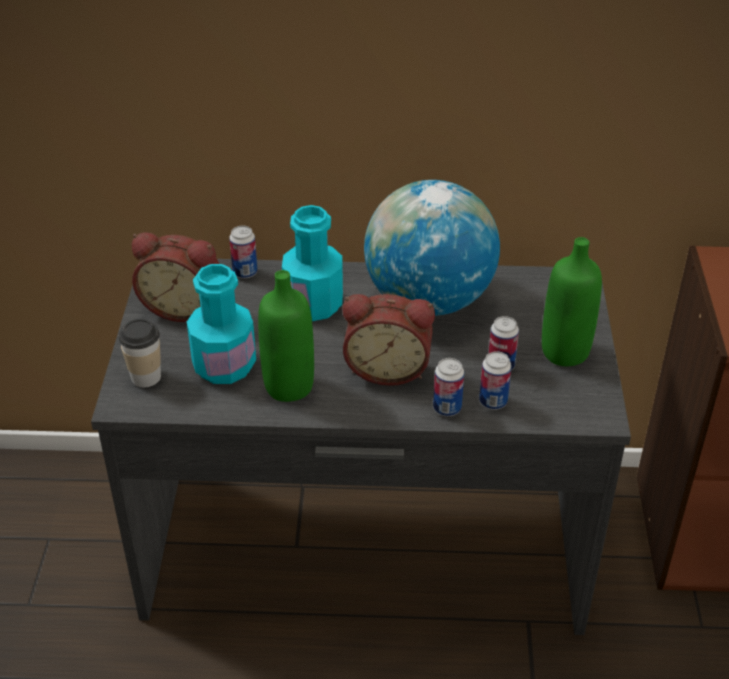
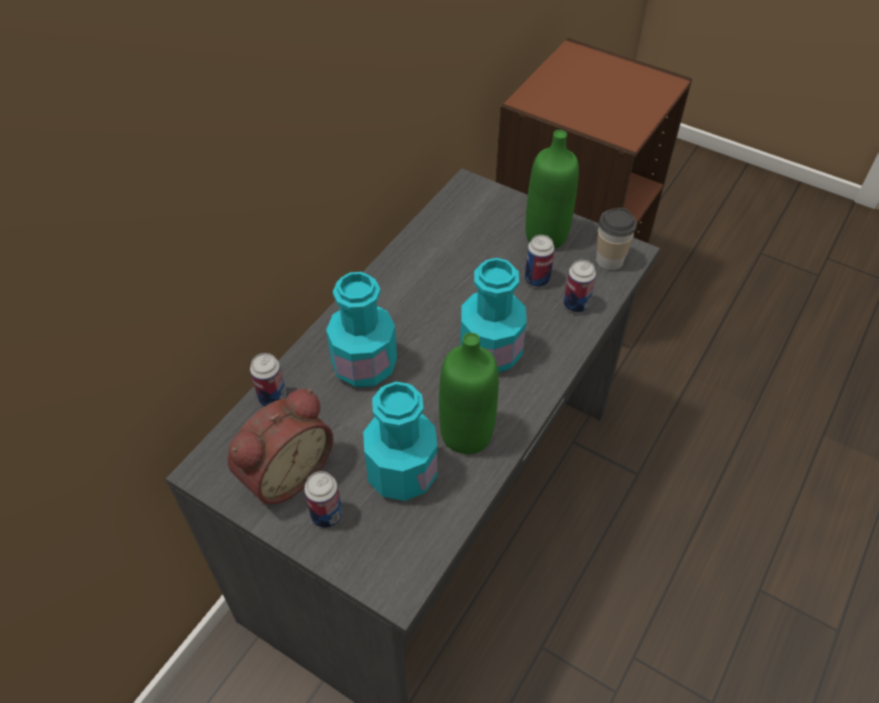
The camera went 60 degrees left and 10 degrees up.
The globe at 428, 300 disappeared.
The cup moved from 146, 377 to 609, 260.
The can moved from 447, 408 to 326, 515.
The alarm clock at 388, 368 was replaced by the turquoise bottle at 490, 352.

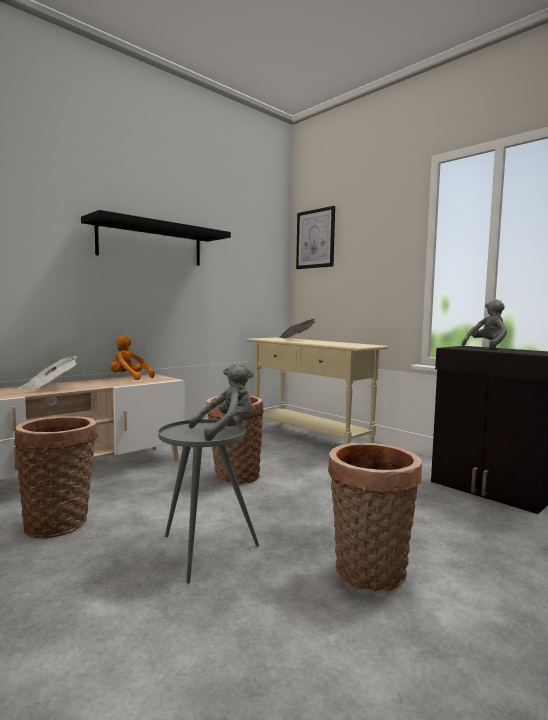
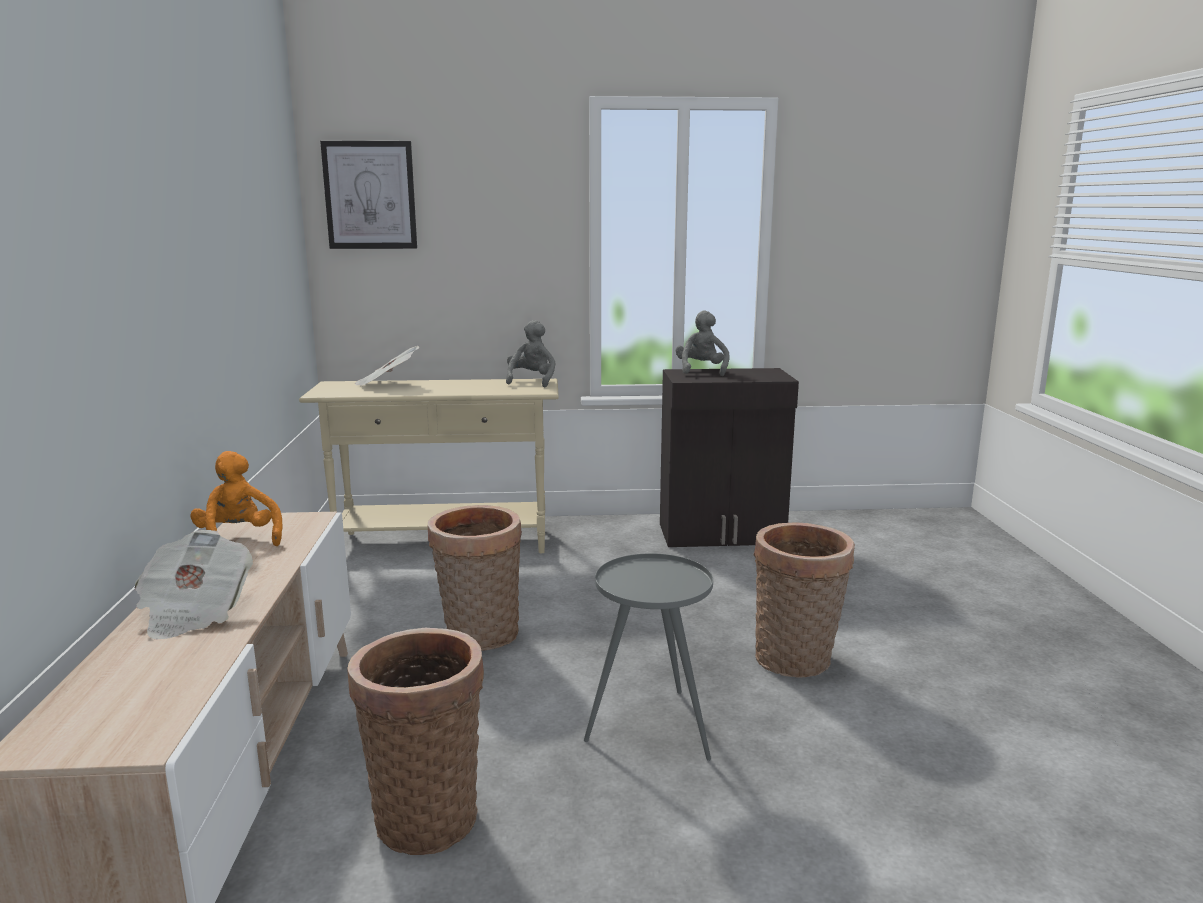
The camera went 50 degrees left and 10 degrees up.
The black shelf at 151, 244 disappeared.
The grey plush toy moved from 226, 431 to 531, 381.
The orange plush toy at 129, 378 turned 90 degrees clockwise.

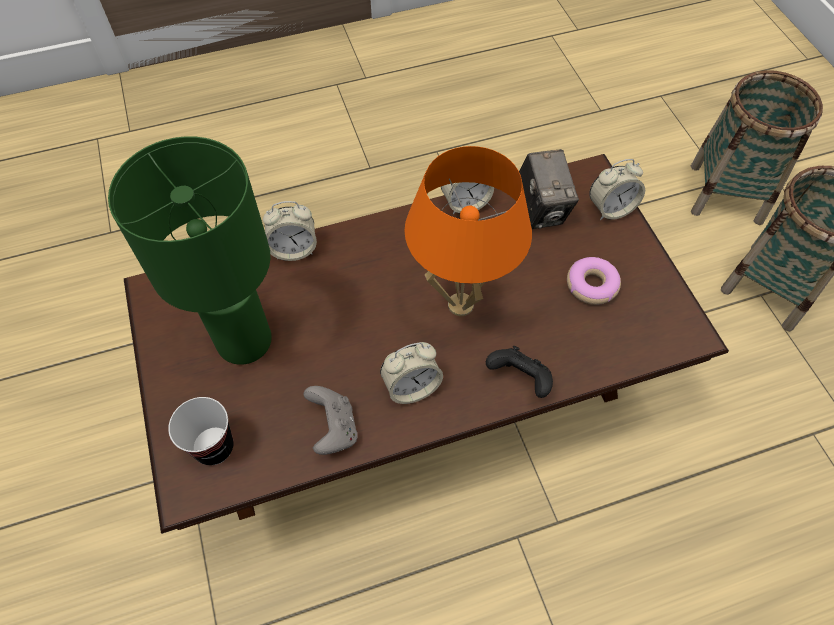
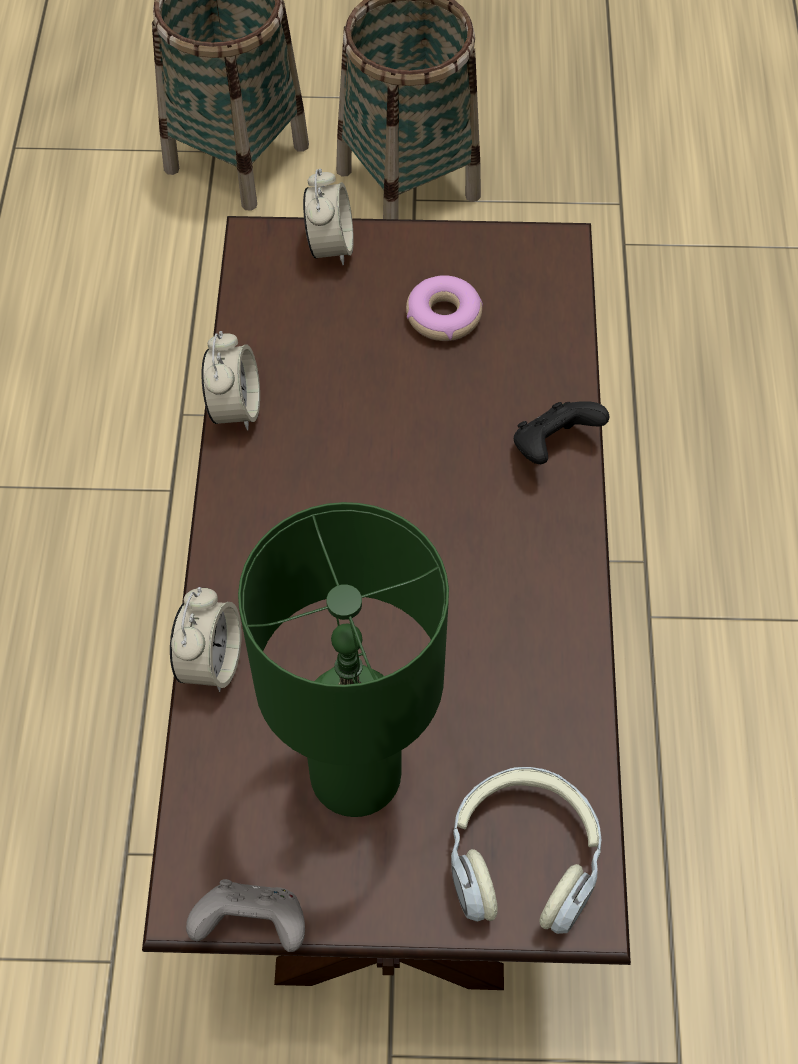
The camera went 70 degrees left and 0 degrees up.
The alarm clock at 411, 387 disappeared.
The orange table lamp at 460, 305 disappeared.
The photo camera at 540, 210 disappeared.
The grey game controller moved from 333, 429 to 253, 925.
The cup at 214, 447 was replaced by the headphones at 523, 857.

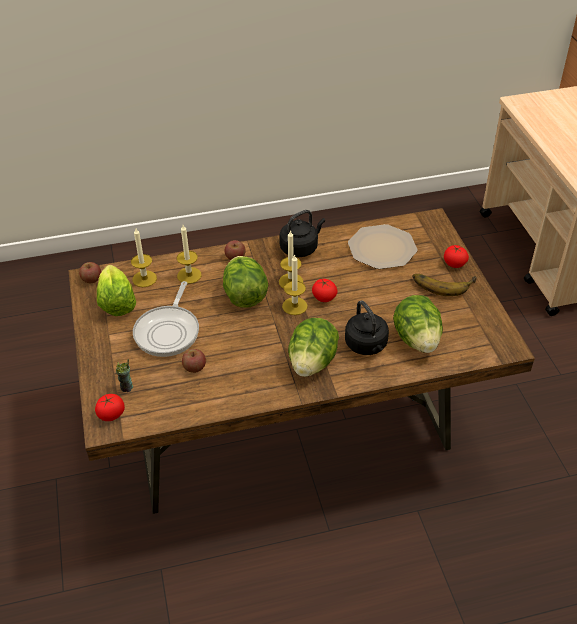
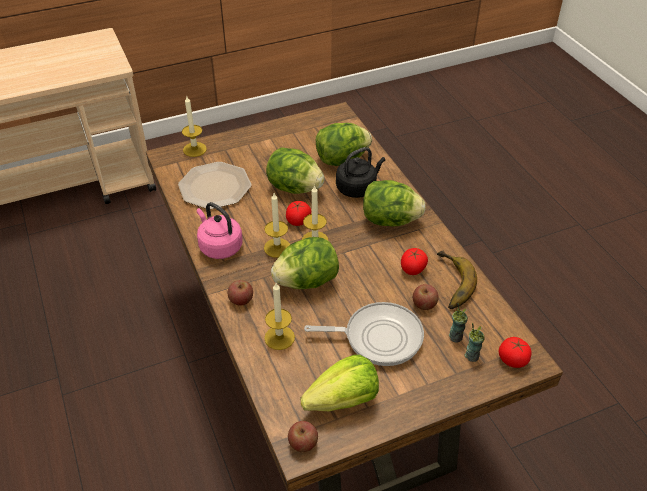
The camera went 100 degrees left and 0 degrees up.
The lettuce at 294, 188 appeared.
The cup at 456, 337 appeared.
The candle moved from 144, 279 to 194, 149.
The banana moved from 442, 282 to 449, 283.
The tomato moved from 454, 264 to 413, 269.
The black kettle at 300, 248 became the pink kettle at 219, 246.

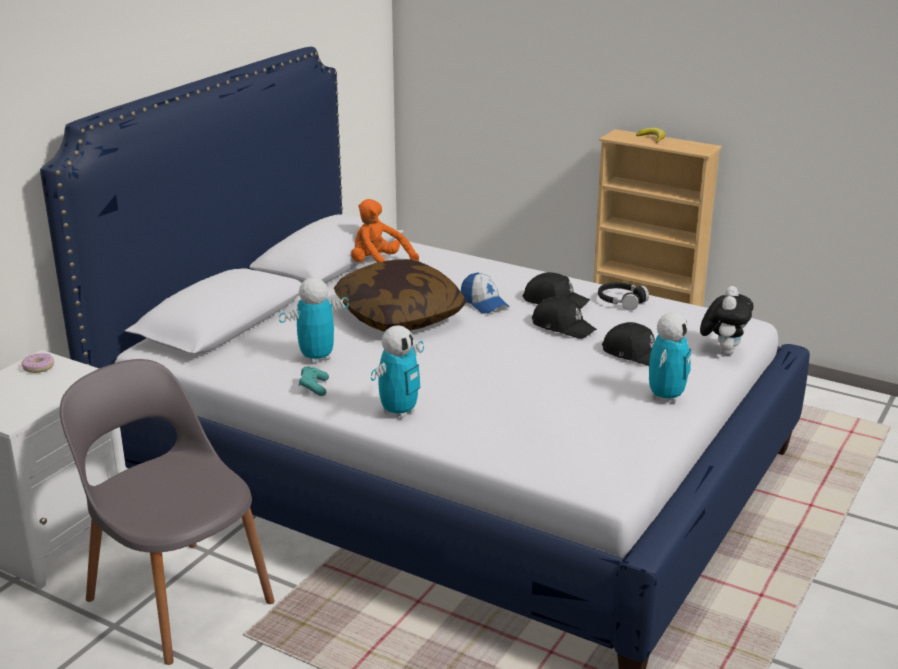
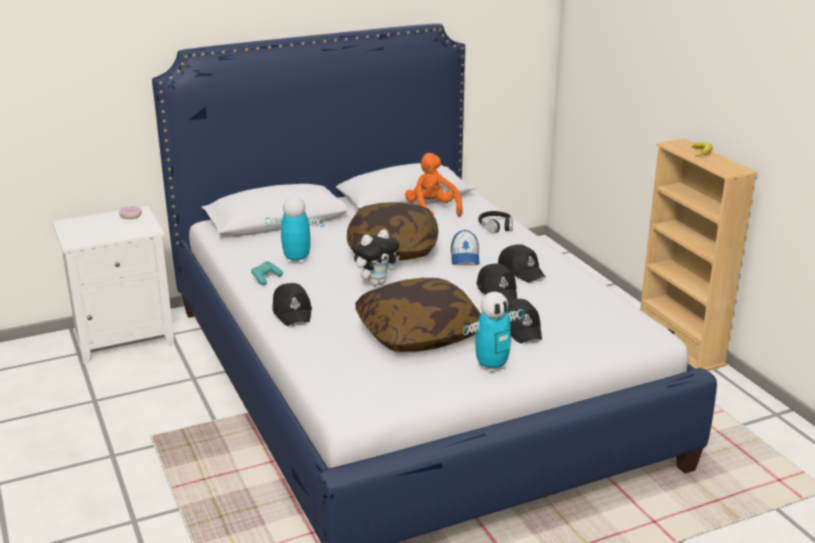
The camera went 35 degrees right and 0 degrees up.
The grey chair at 177, 597 disappeared.
The pillow at 419, 333 appeared.
The black headphones moved from 621, 301 to 496, 226.
The plush toy moved from 723, 351 to 376, 282.
The toy robot at 399, 412 was replaced by the black cap at 292, 311.

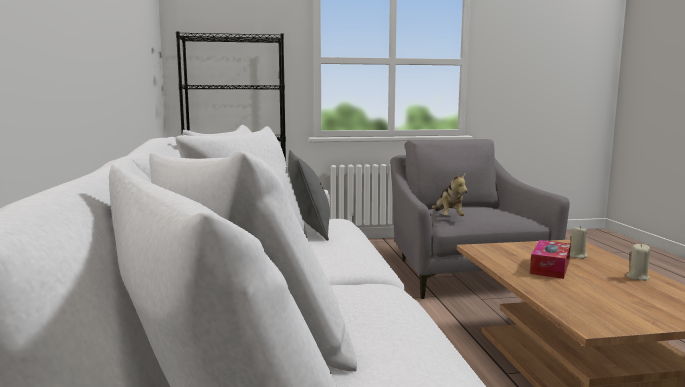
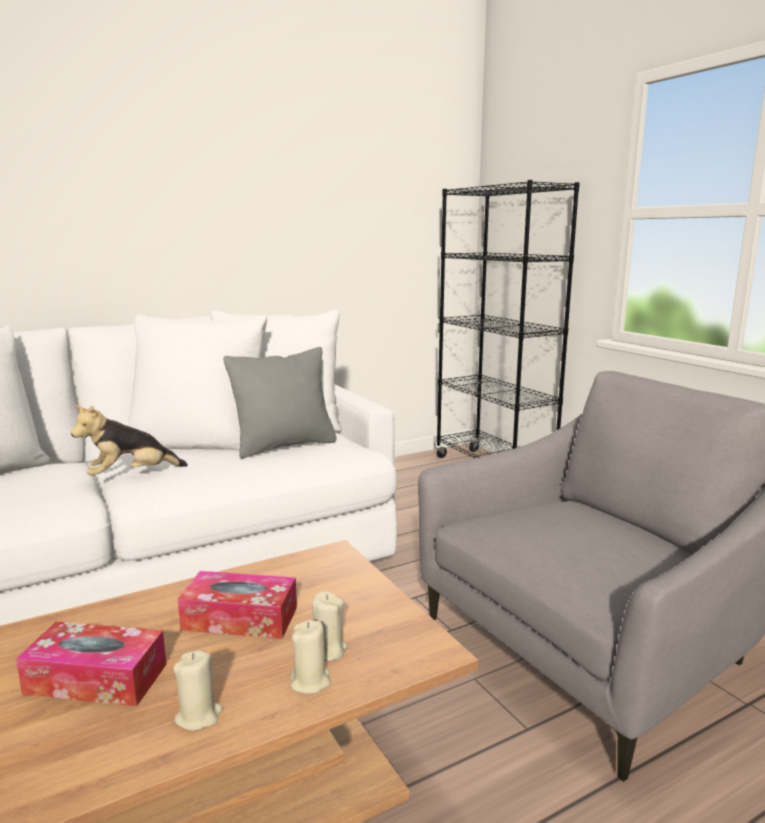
The camera went 70 degrees right and 5 degrees up.
The tissue box at 96, 679 appeared.
The beige candle at 310, 681 appeared.
The plush toy moved from 448, 217 to 131, 475.

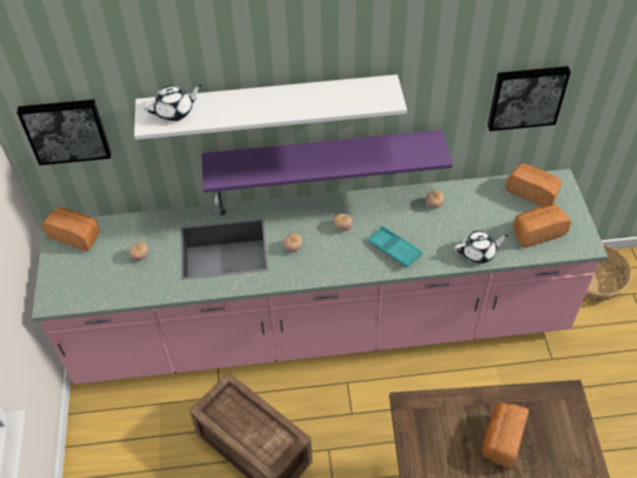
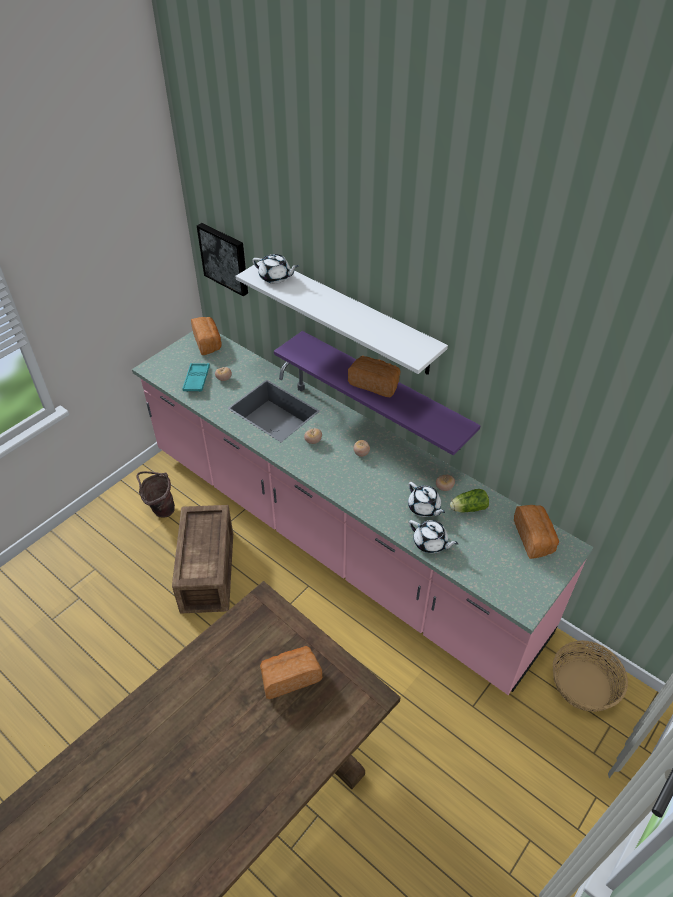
The camera went 45 degrees right and 5 degrees down.
The picture at 526, 96 disappeared.
The brown bucket at 160, 509 appeared.
The white teapot at 424, 508 appeared.
The lettuce at 467, 508 appeared.
The turquoise tray moved from 394, 249 to 196, 380.
The bread moved from 537, 232 to 375, 384.

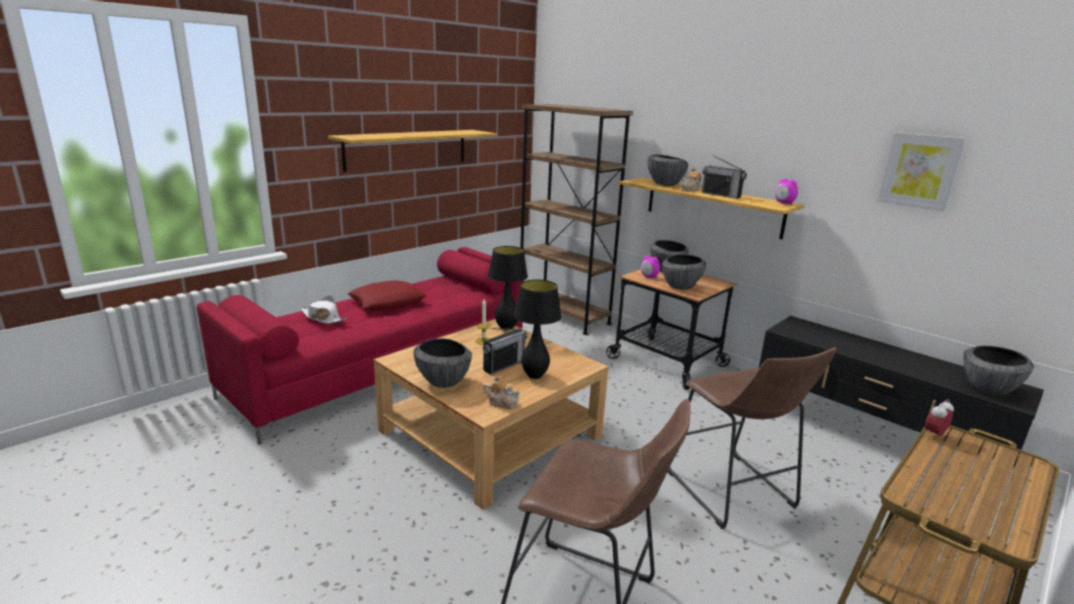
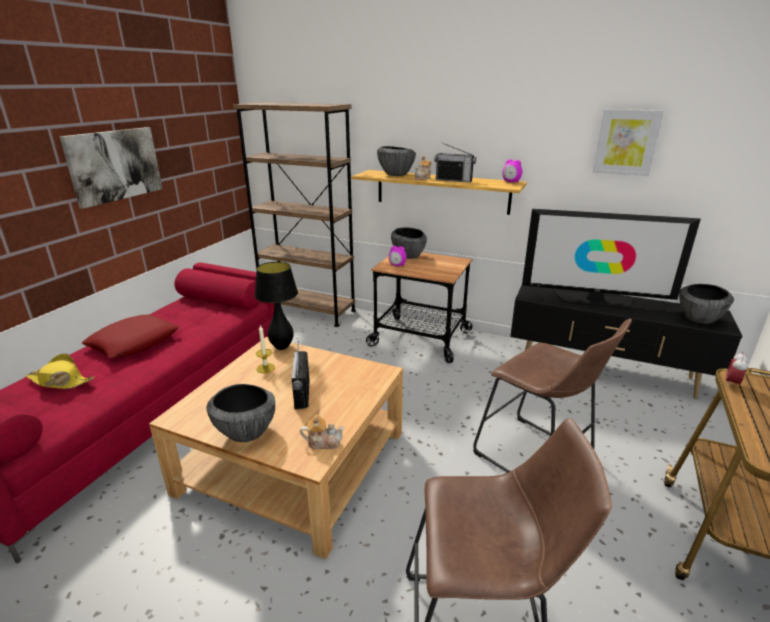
The camera went 20 degrees left and 5 degrees up.
The black table lamp at 534, 376 disappeared.
The bowl at 680, 287 disappeared.
The television at 594, 300 appeared.
The shelf at 407, 149 was replaced by the picture at 114, 165.
The white hat at 323, 318 became the yellow hat at 61, 381.
The radio at 504, 365 turned 150 degrees clockwise.

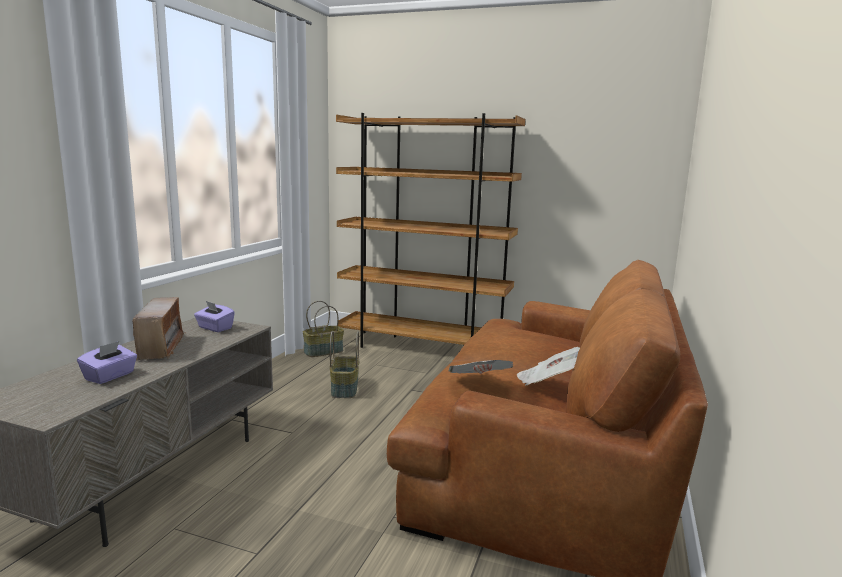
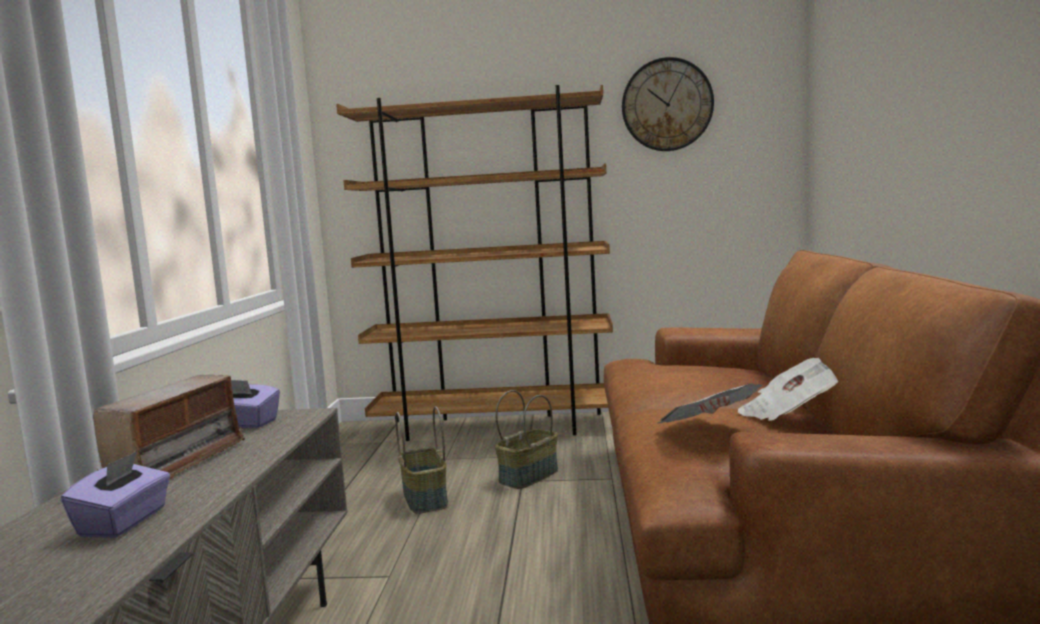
The camera went 15 degrees left and 5 degrees down.
The wall clock at 667, 105 appeared.
The basket moved from 323, 351 to 528, 476.
The radio at 160, 347 turned 45 degrees clockwise.

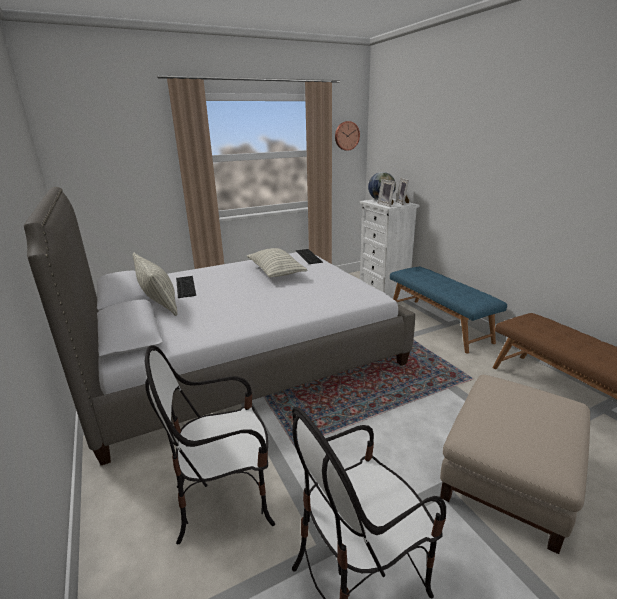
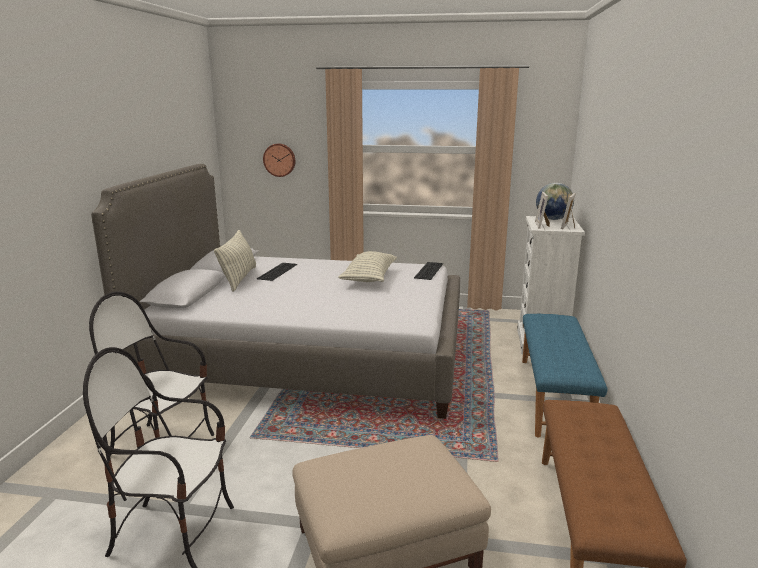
The camera went 35 degrees right and 5 degrees down.
The wall clock moved from 346, 136 to 279, 160.

